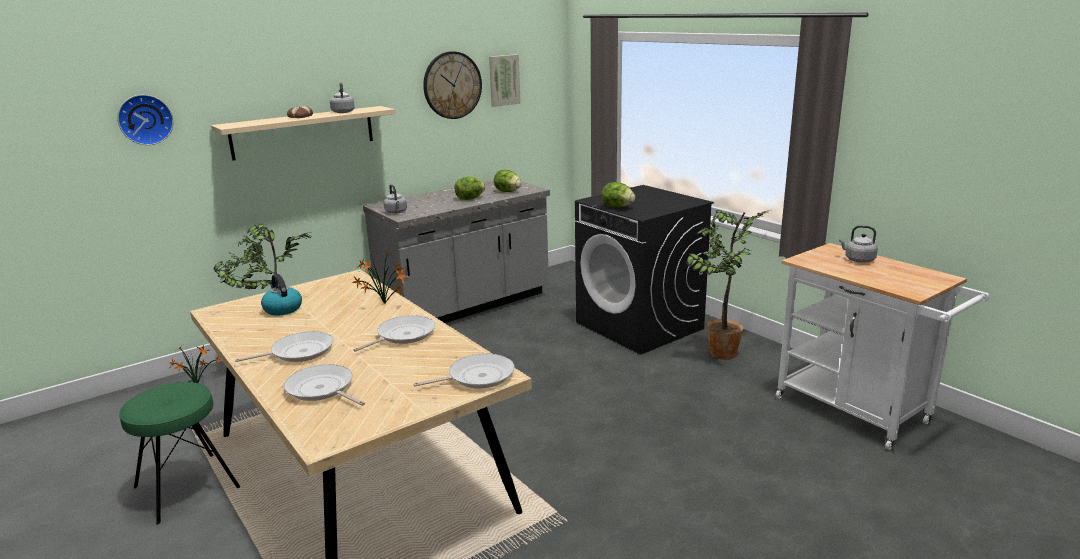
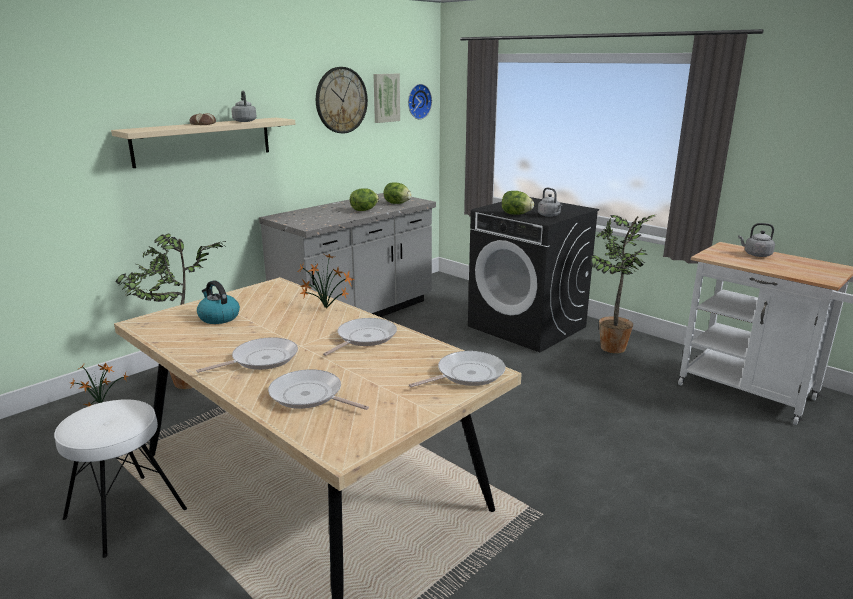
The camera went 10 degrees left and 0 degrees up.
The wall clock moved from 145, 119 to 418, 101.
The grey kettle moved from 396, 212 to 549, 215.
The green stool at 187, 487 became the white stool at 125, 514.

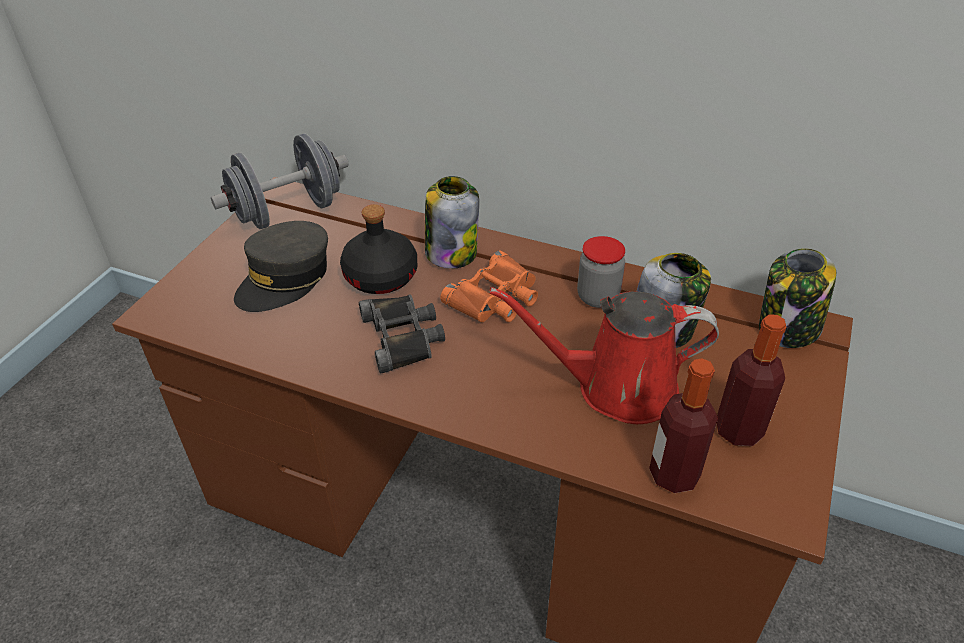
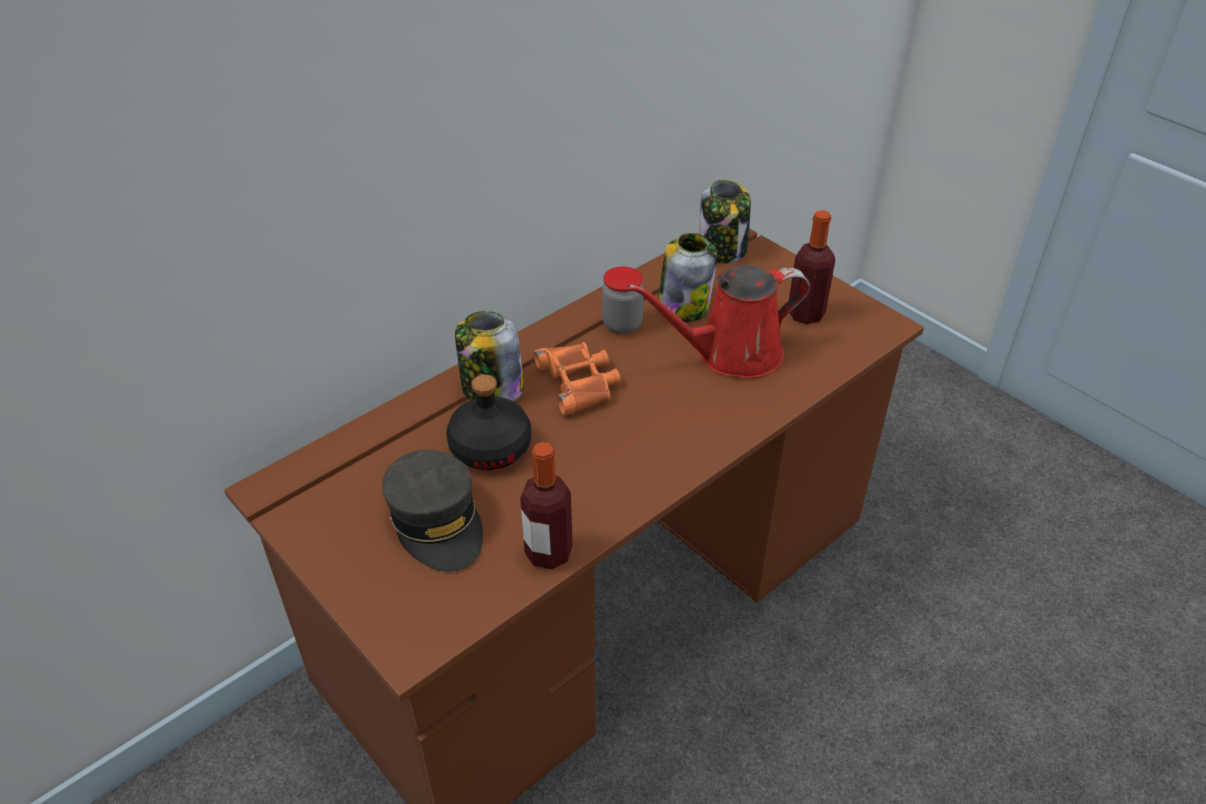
The camera went 65 degrees left and 0 degrees up.
The grey dumbbell at 288, 212 disappeared.
The black binoculars at 403, 337 disappeared.
The bottle moved from 674, 475 to 548, 553.
The red watering can at 616, 387 turned 45 degrees clockwise.

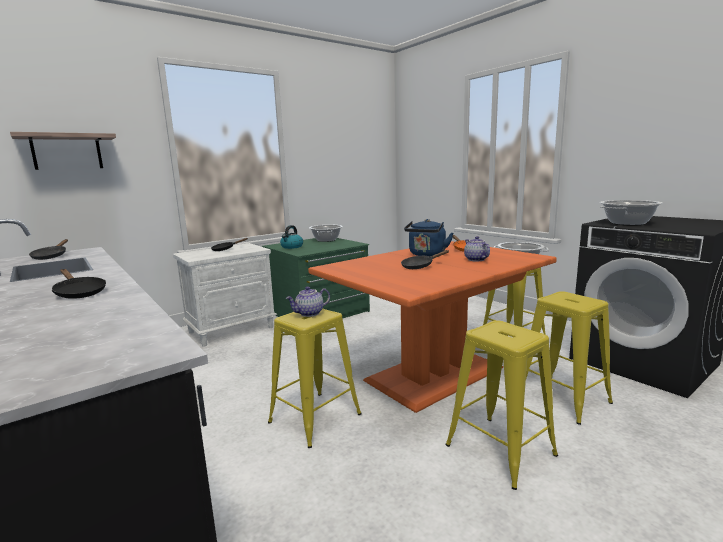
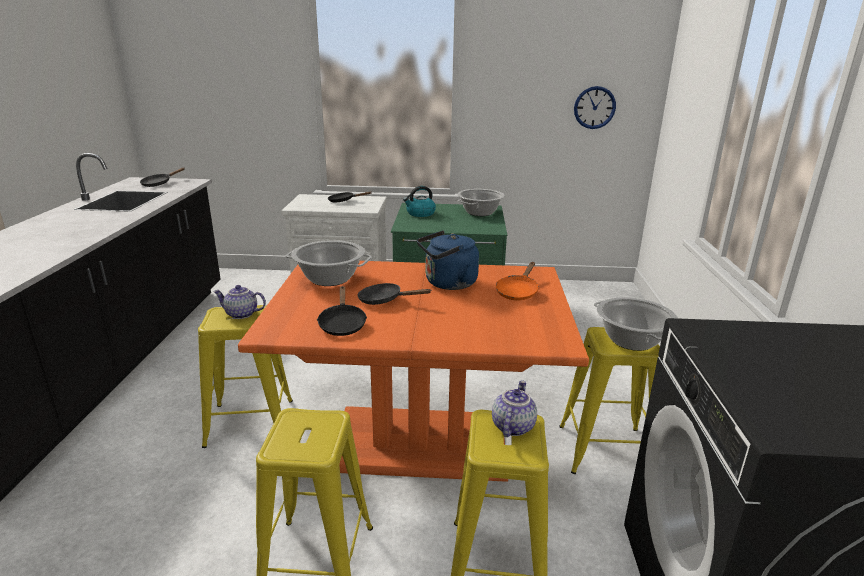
The camera went 40 degrees right and 10 degrees up.
The shelf at 67, 152 disappeared.
The wall clock at 594, 107 appeared.
The black frying pan moved from 79, 293 to 342, 324.
The teapot moved from 475, 259 to 512, 426.
The cooking pot moved from 627, 223 to 330, 278.

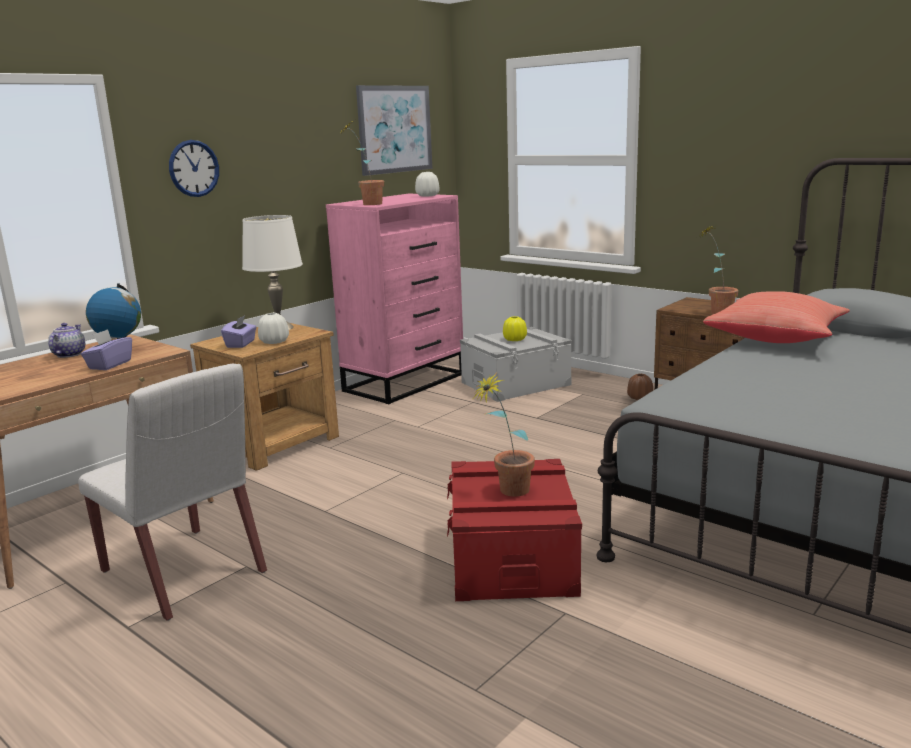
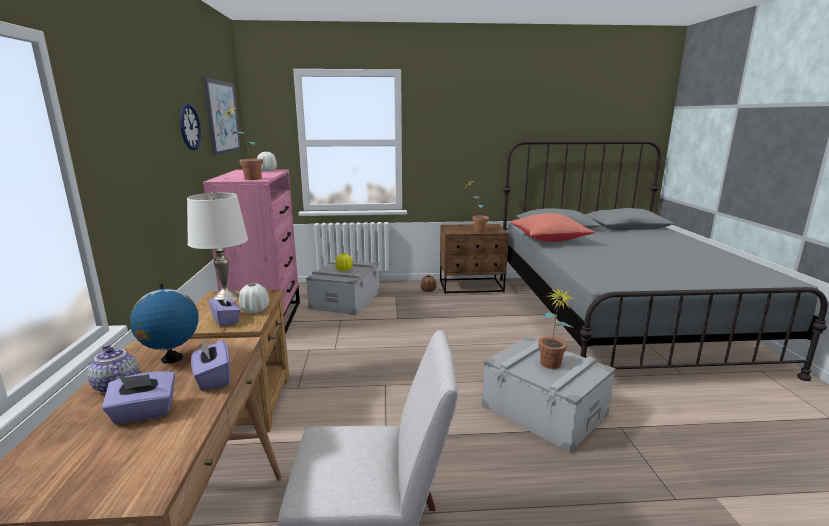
The camera went 45 degrees left and 0 degrees up.
The purple tissue box at 144, 413 appeared.
The wall clock moved from 194, 168 to 189, 127.
The red storage box at 512, 558 became the grey storage box at 544, 410.

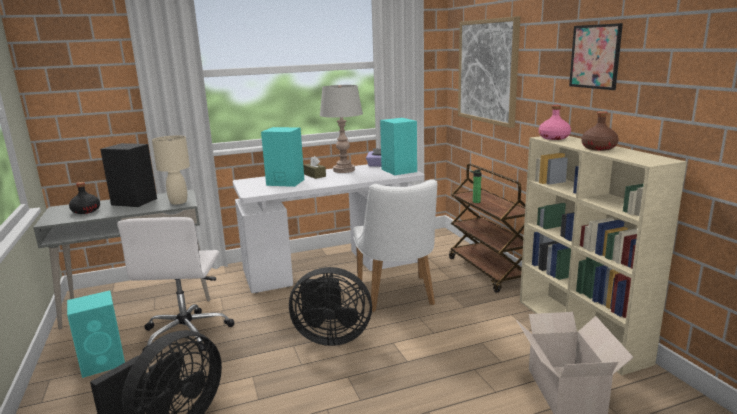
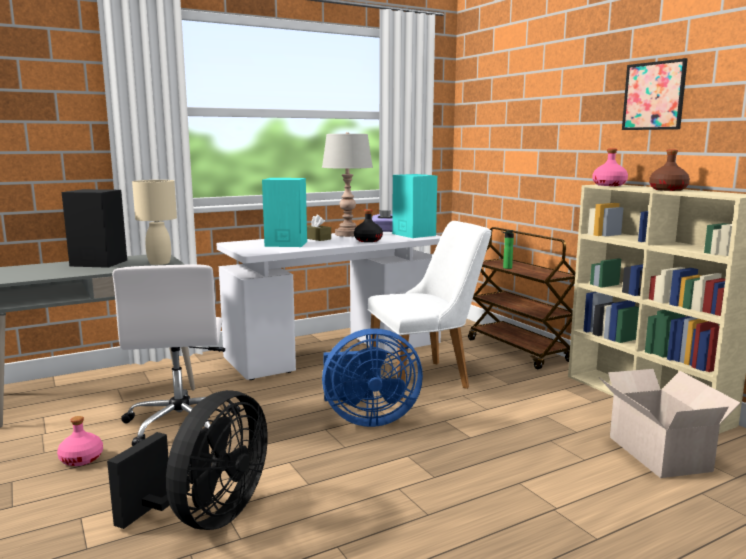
The camera went 10 degrees left and 5 degrees down.
The picture at 487, 71 disappeared.
The black bottle moved from 86, 211 to 368, 240.
The turquoise speaker at 104, 362 was replaced by the pink bottle at 81, 459.
The black fan at 330, 337 became the blue fan at 367, 419.
The white chair at 397, 297 turned 90 degrees counterclockwise.

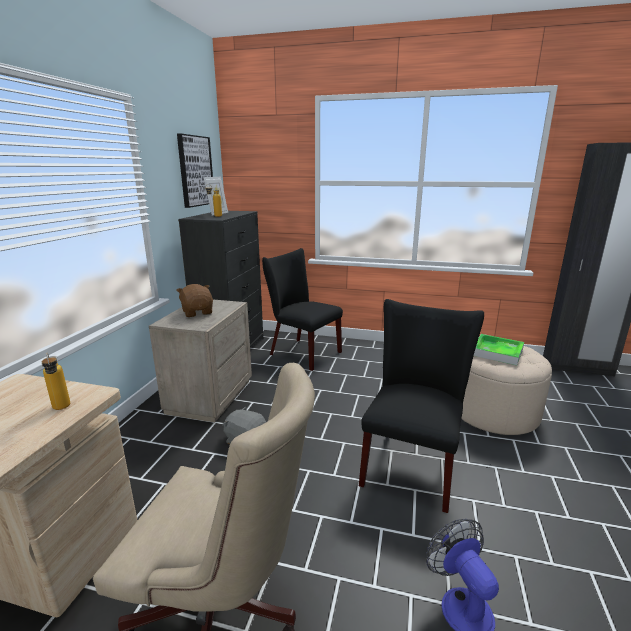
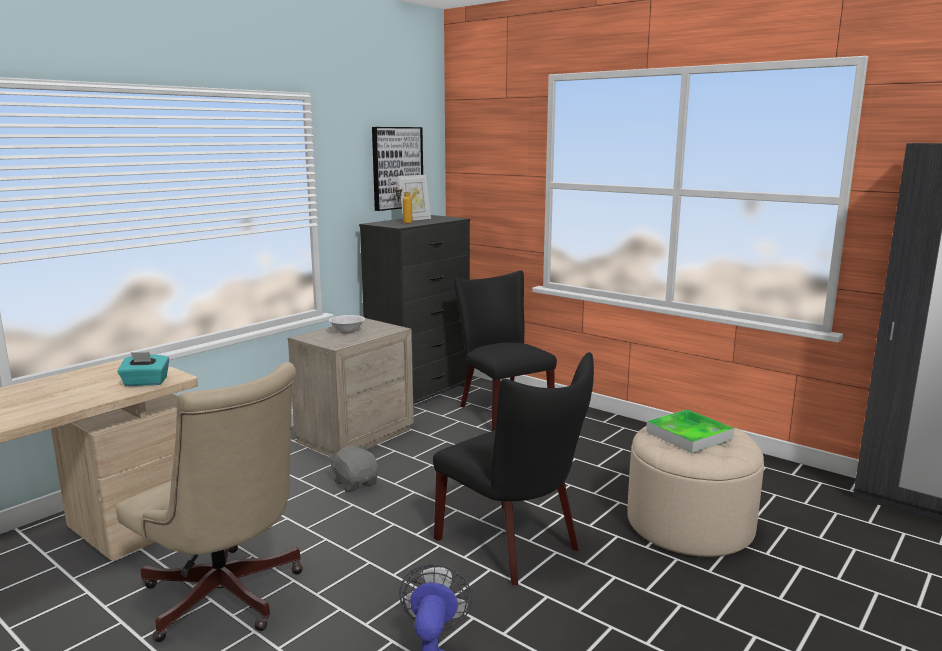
The camera went 25 degrees right and 5 degrees down.
The bottle at 61, 409 was replaced by the turquoise tissue box at 145, 382.
The brown plush toy at 197, 312 was replaced by the white bowl at 347, 332.
The black chair at 412, 463 turned 90 degrees clockwise.

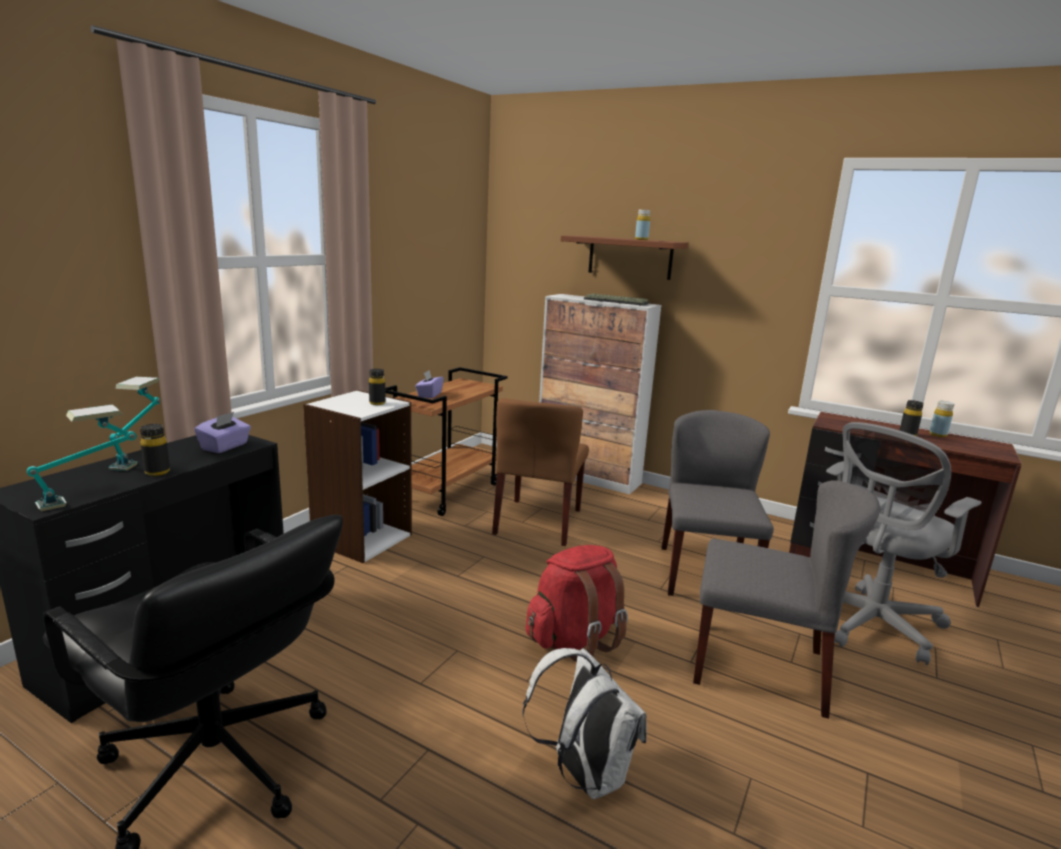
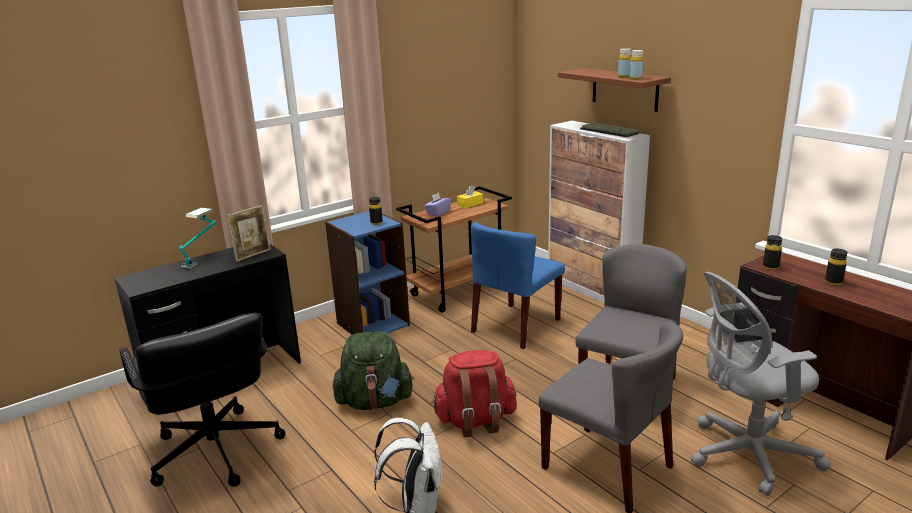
The camera went 25 degrees right and 5 degrees up.
The table lamp at 91, 497 disappeared.
The green backpack at 375, 402 appeared.
The yellow tissue box at 470, 204 appeared.
The black bottle moved from 157, 472 to 770, 267.
The yellow bottle moved from 938, 435 to 635, 78.
The purple tissue box at 225, 447 was replaced by the picture frame at 253, 255.
The white bookcase at 361, 538 became the blue bookcase at 372, 324.
The brown chair at 538, 522 became the blue chair at 516, 326.

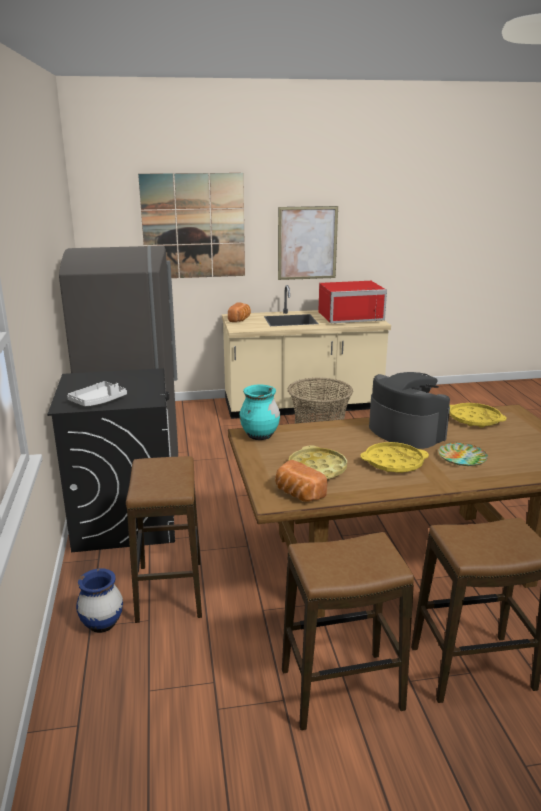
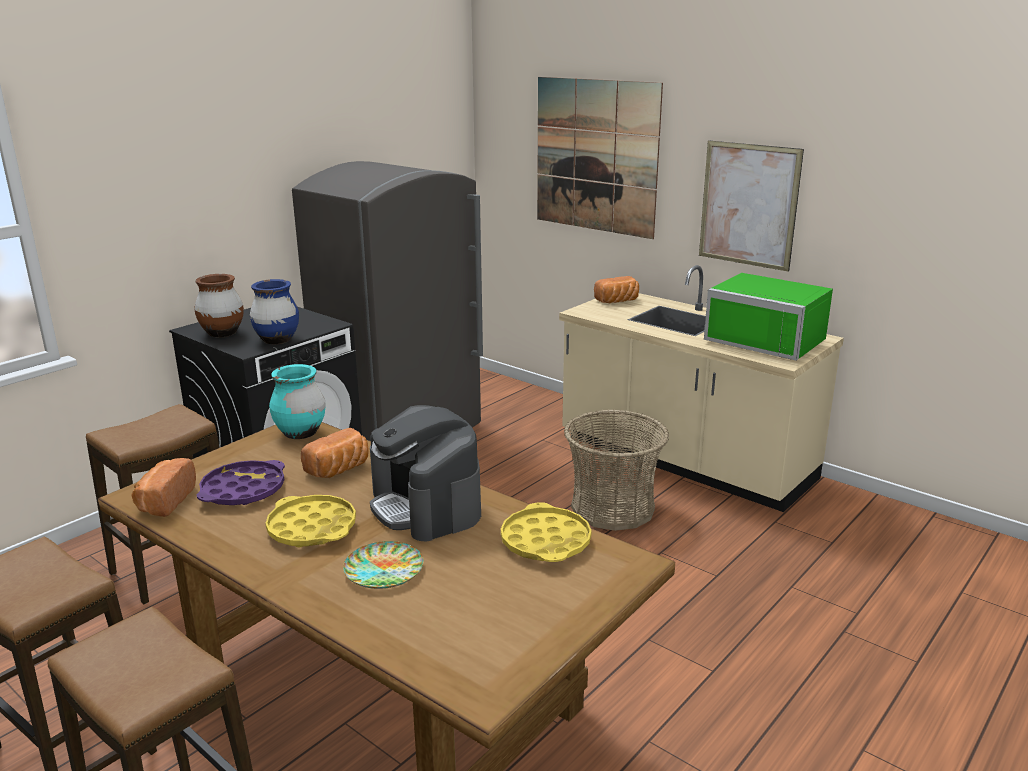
The camera went 50 degrees right and 0 degrees up.
The bread at 340, 470 appeared.
The blue vase moved from 102, 624 to 277, 340.
The white tray at 98, 401 was replaced by the brown vase at 222, 334.
The yellow tray at 317, 469 became the purple tray at 243, 490.
The red microwave at 349, 317 became the green microwave at 768, 340.
The coffee machine at 405, 431 turned 135 degrees clockwise.

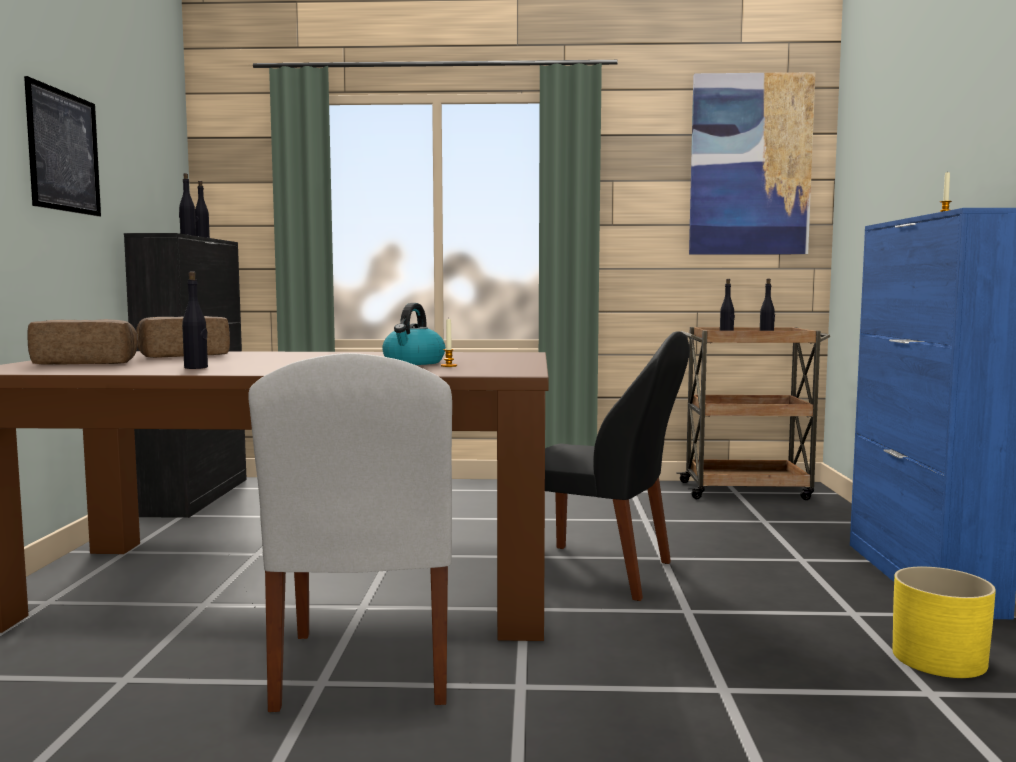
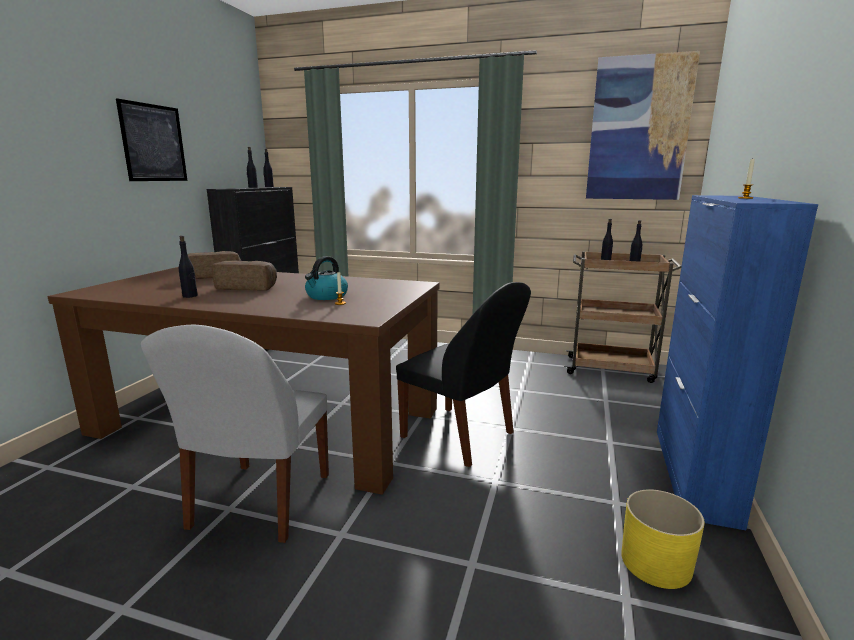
The camera went 15 degrees right and 10 degrees up.
The bread moved from 86, 363 to 247, 287.

